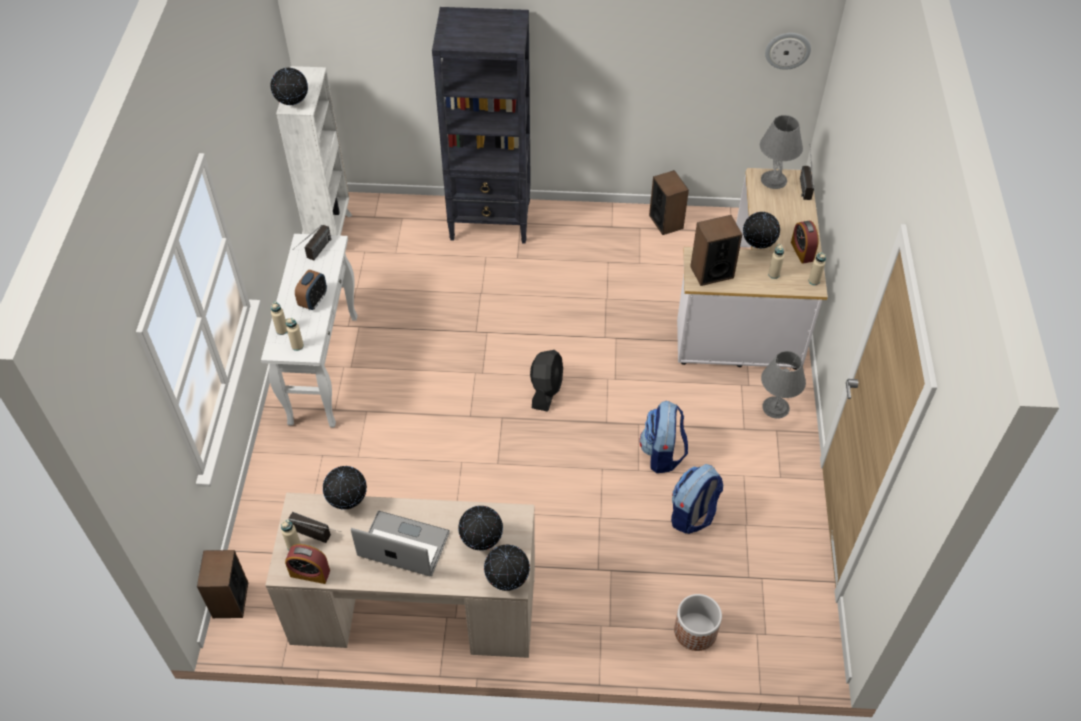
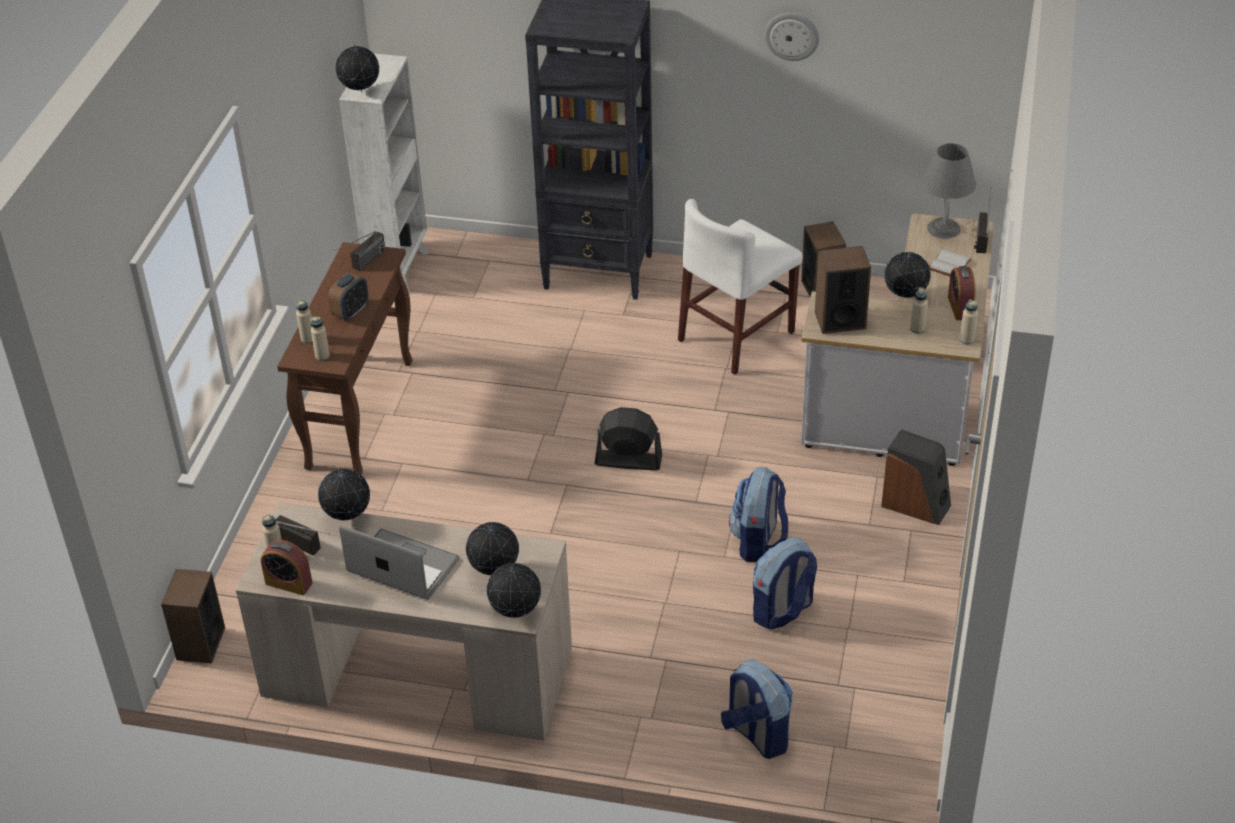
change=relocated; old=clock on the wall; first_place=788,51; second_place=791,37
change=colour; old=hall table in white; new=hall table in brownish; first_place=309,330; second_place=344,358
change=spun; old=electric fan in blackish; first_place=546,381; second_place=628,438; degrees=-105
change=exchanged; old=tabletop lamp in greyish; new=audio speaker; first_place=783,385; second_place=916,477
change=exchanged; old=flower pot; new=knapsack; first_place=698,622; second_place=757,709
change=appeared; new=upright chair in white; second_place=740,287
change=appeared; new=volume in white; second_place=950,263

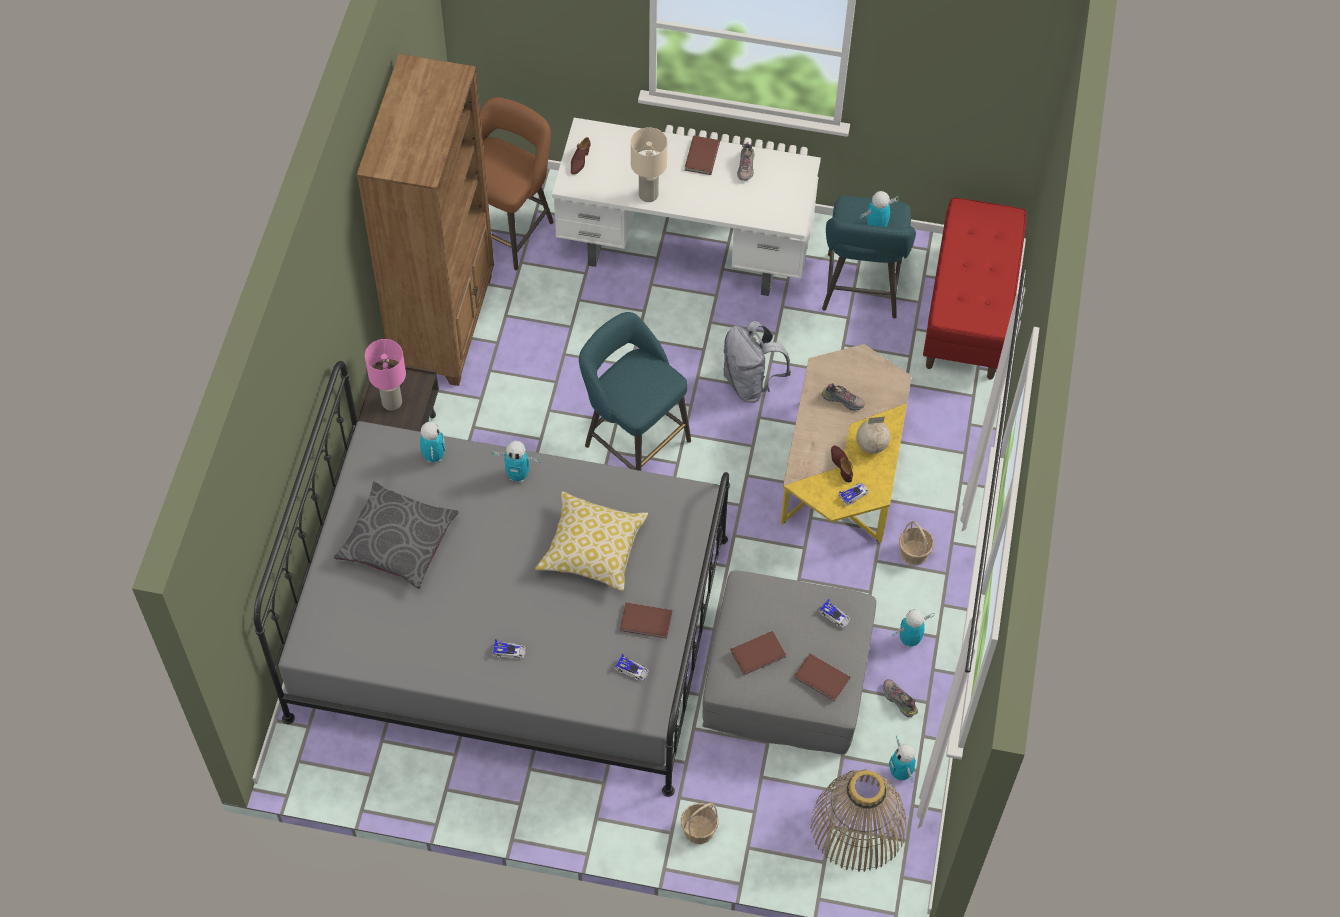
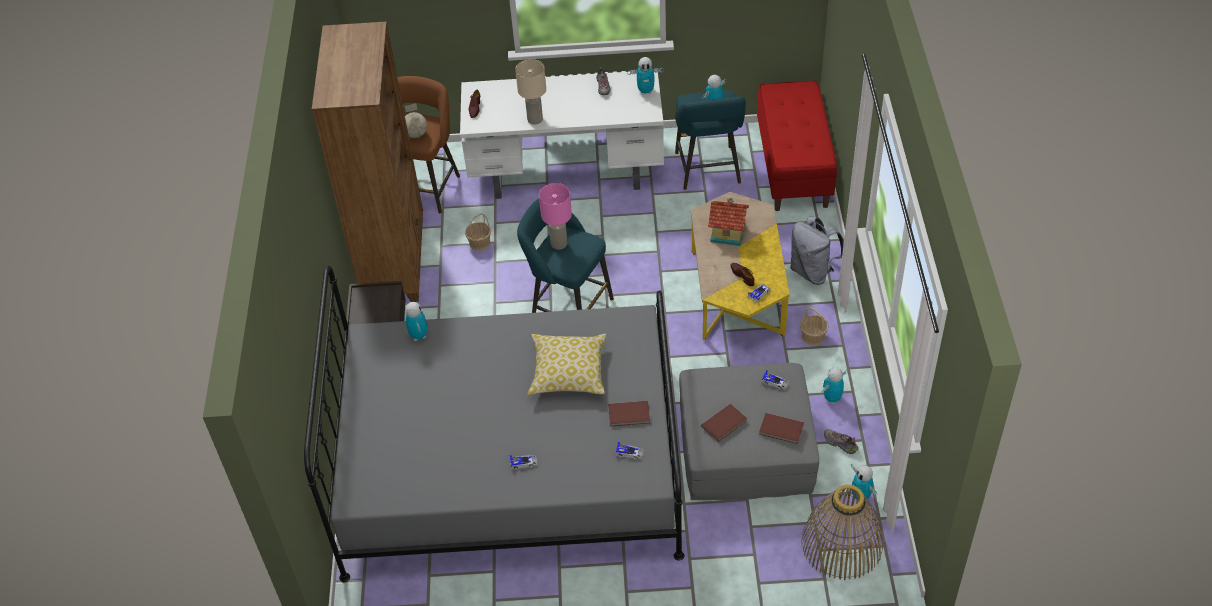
change=missing; old=volume in brownish; first_place=702,155
change=relocated; old=knapsack in greyish; first_place=757,362; second_place=817,250
change=relocated; old=tabletop lamp in pinkish; first_place=385,375; second_place=555,216
change=exchanged; old=low shoe; new=toy house; first_place=843,397; second_place=728,221
change=relocated; old=desk globe; first_place=873,435; second_place=416,120
change=relocated; old=model robot; first_place=516,461; second_place=645,76
change=missing; old=throw pillow in greyish; first_place=396,535
change=relocated; old=storage basket; first_place=700,823; second_place=478,232

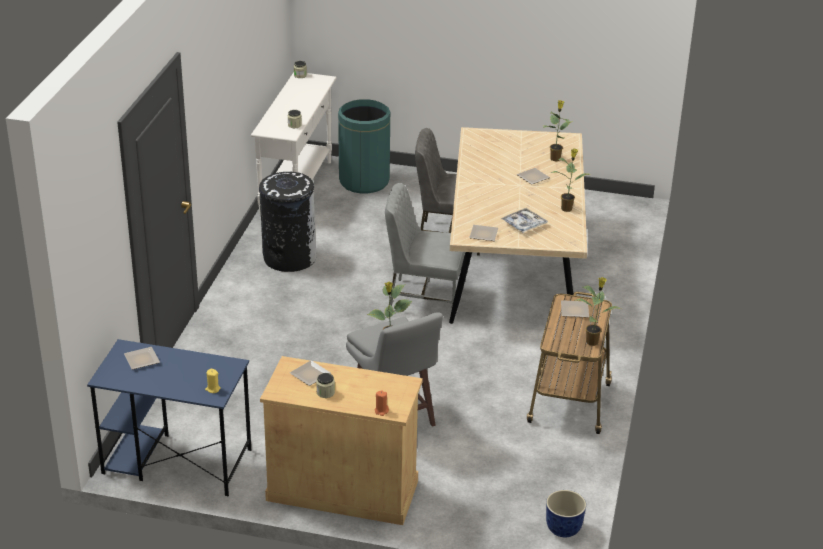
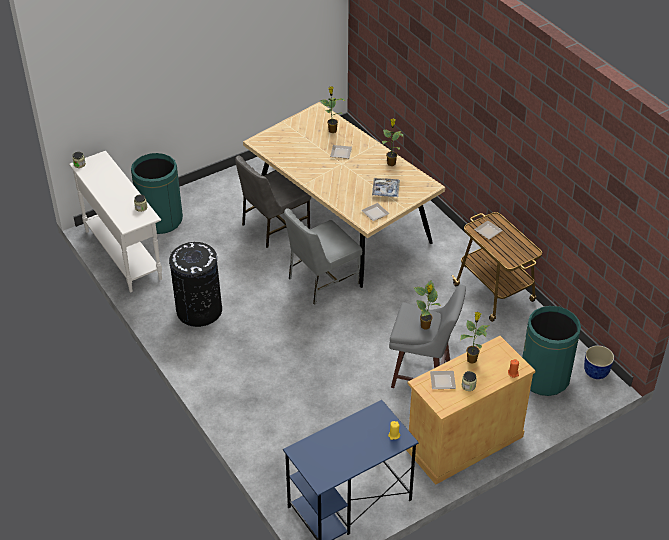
change=relocated; old=houseplant; first_place=598,311; second_place=474,337
change=missing; old=dinner plate; first_place=142,358
change=appeared; new=waste bin in greenish; second_place=551,351

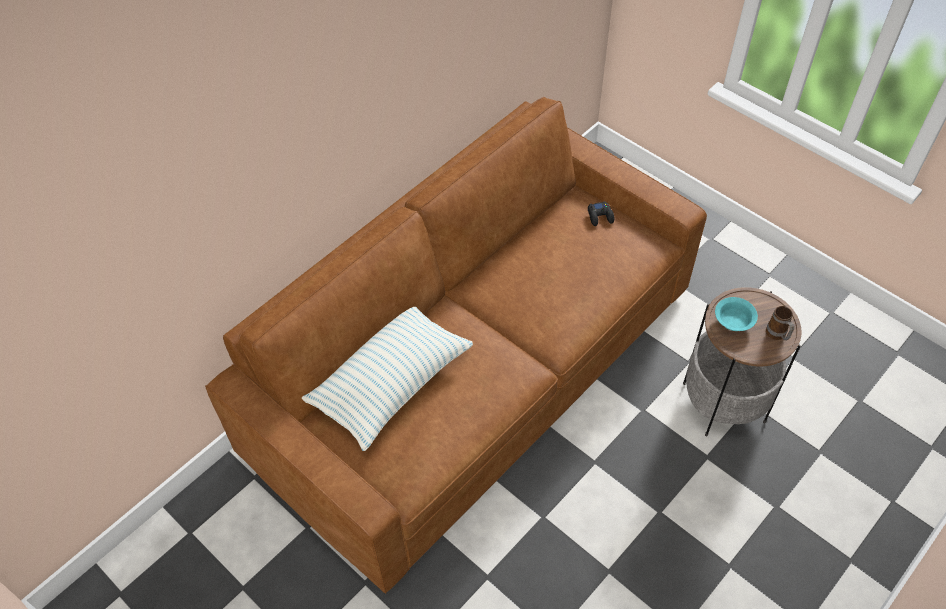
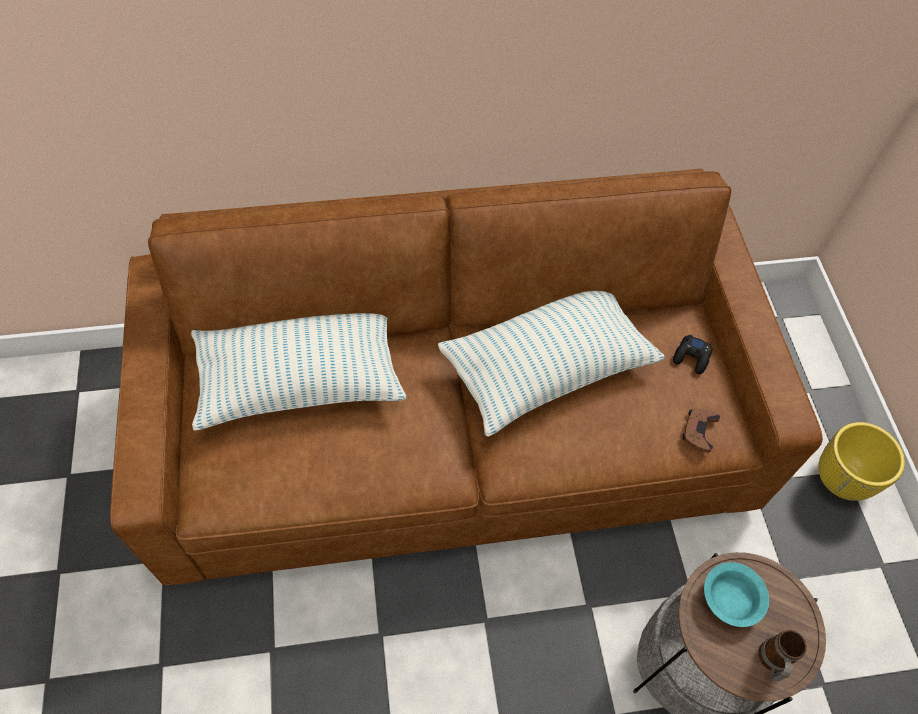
change=appeared; new=throw pillow; second_place=551,364
change=appeared; new=gamepad in brownish; second_place=701,430
change=appeared; new=flower pot in yellow-coloured; second_place=861,461

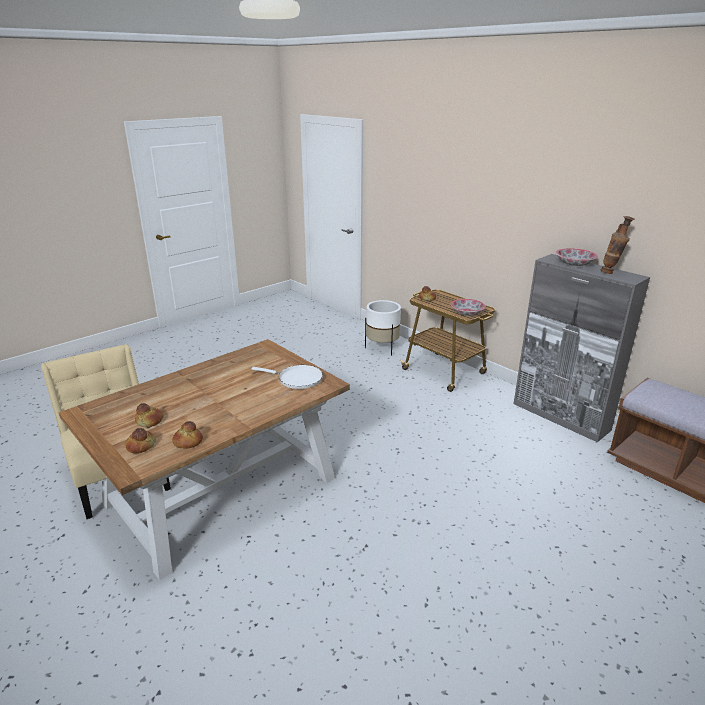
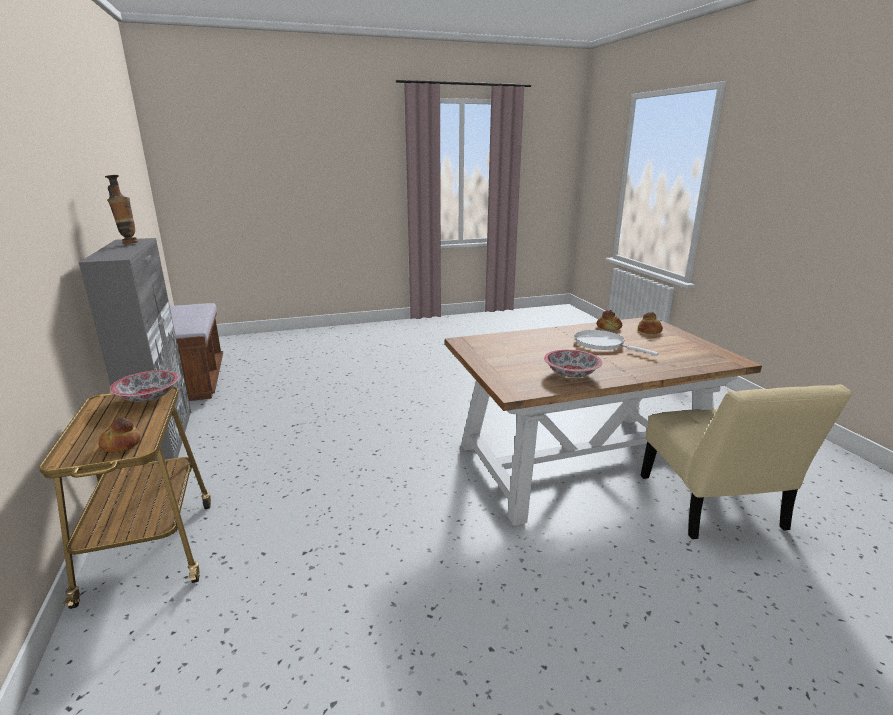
change=relocated; old=bowl; first_place=576,257; second_place=573,363
change=missing; old=flower pot in white; first_place=383,327
change=relocated; old=frying pan in white; first_place=287,377; second_place=617,343
change=missing; old=bread; first_place=149,415

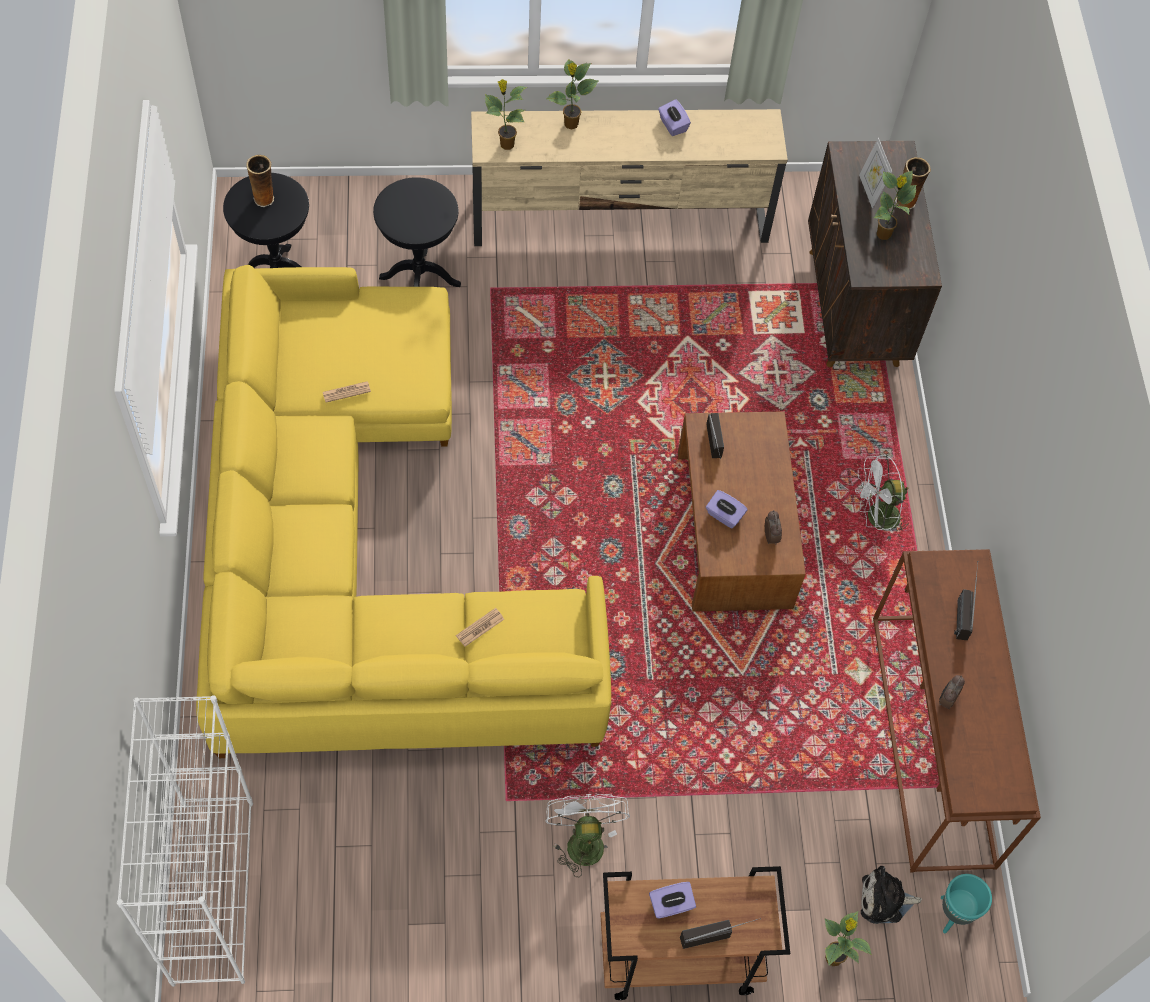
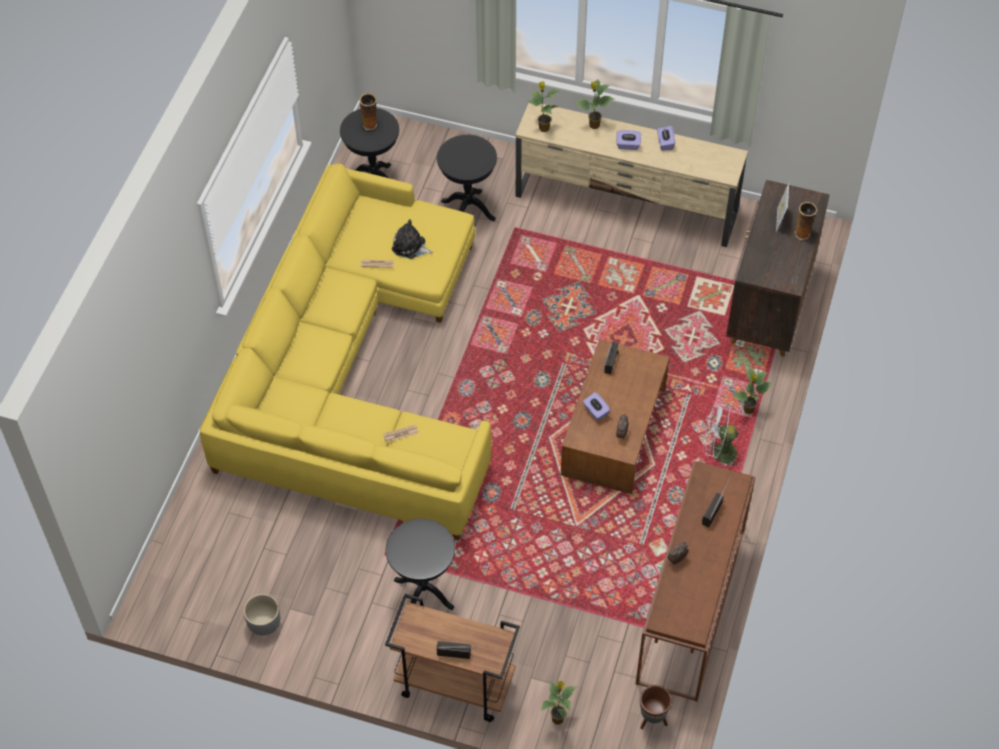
change=relocated; old=houseplant; first_place=895,205; second_place=752,390
change=missing; old=bookshelf in white; first_place=185,841
change=exchanged; old=electric fan in white; new=end table in blackish; first_place=588,835; second_place=420,564
change=relocated; old=soft toy; first_place=891,895; second_place=412,239
change=colour; old=flower pot in turquoise-coloured; new=flower pot in brownish; first_place=966,903; second_place=656,707
change=relocated; old=tissue holder in purple-coloured; first_place=672,900; second_place=628,140
change=appeared; new=flower pot in greyish; second_place=261,615

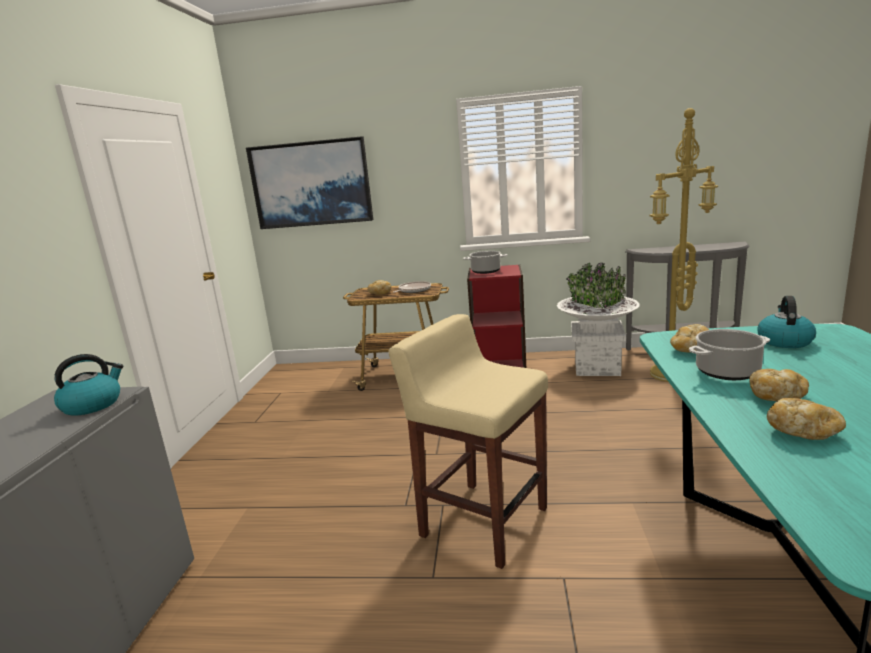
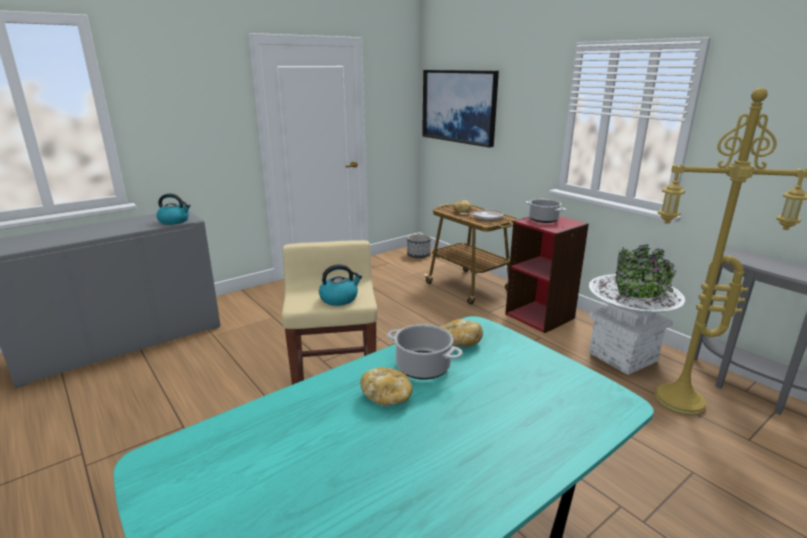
change=relocated; old=water kettle; first_place=787,322; second_place=340,285
change=missing; old=bread; first_place=806,419
change=appeared; new=flower pot; second_place=419,246

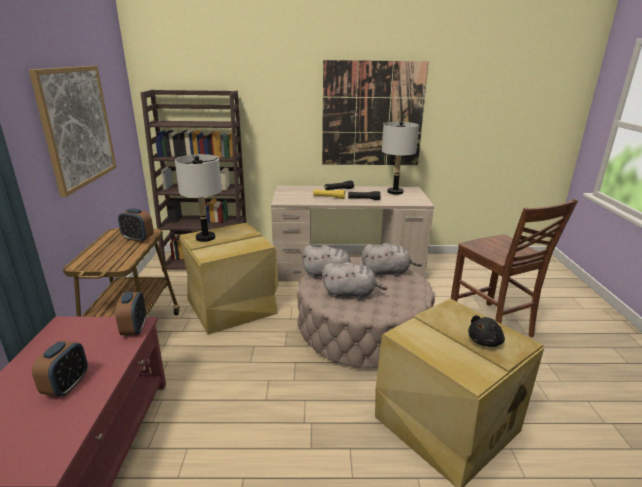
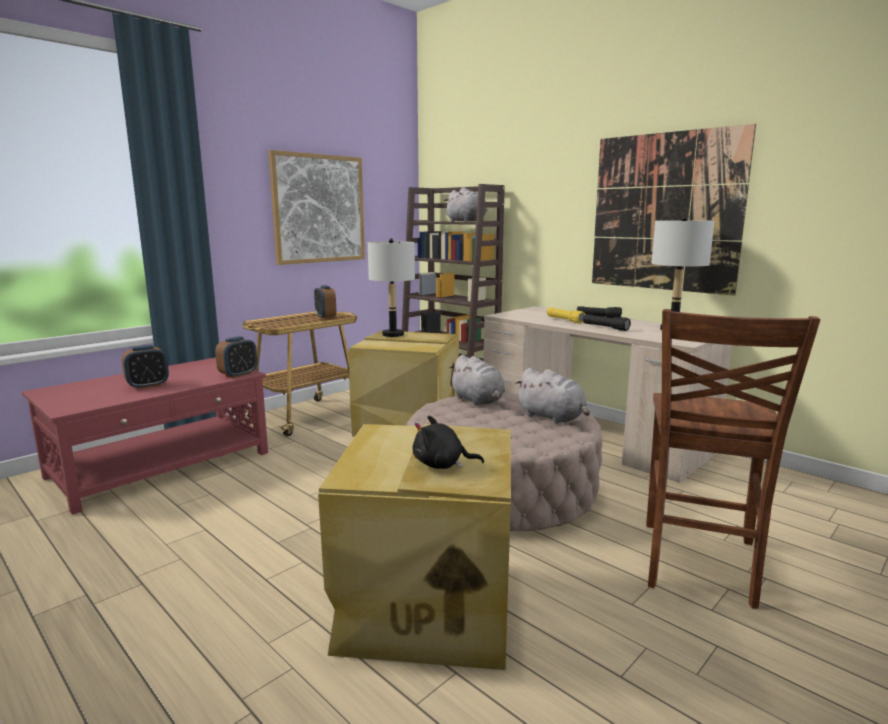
change=relocated; old=soft toy in greyish; first_place=354,280; second_place=465,204

